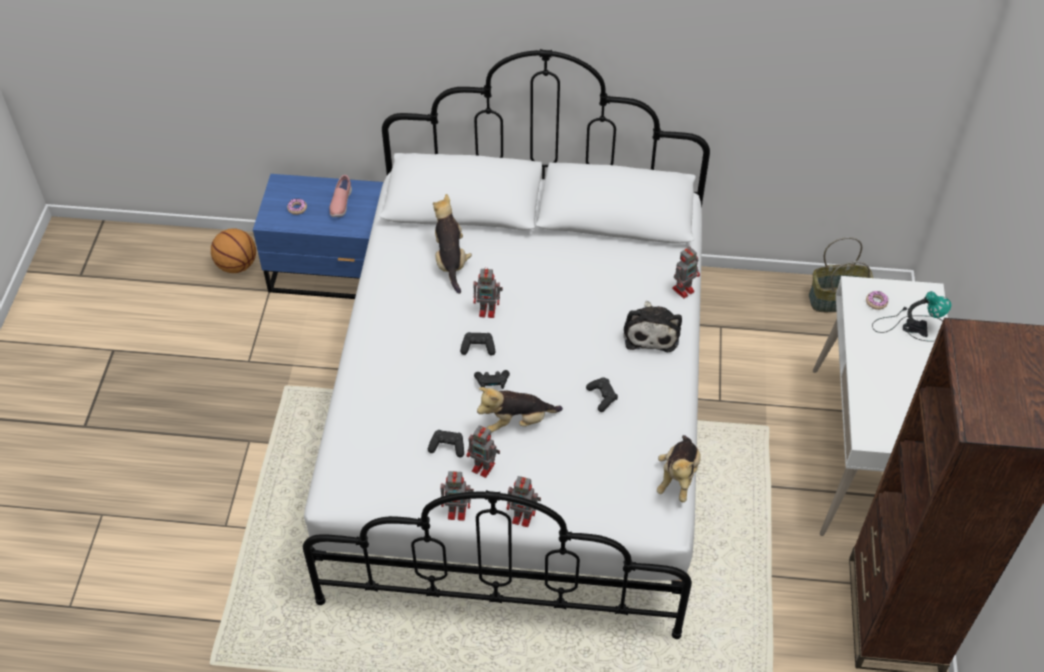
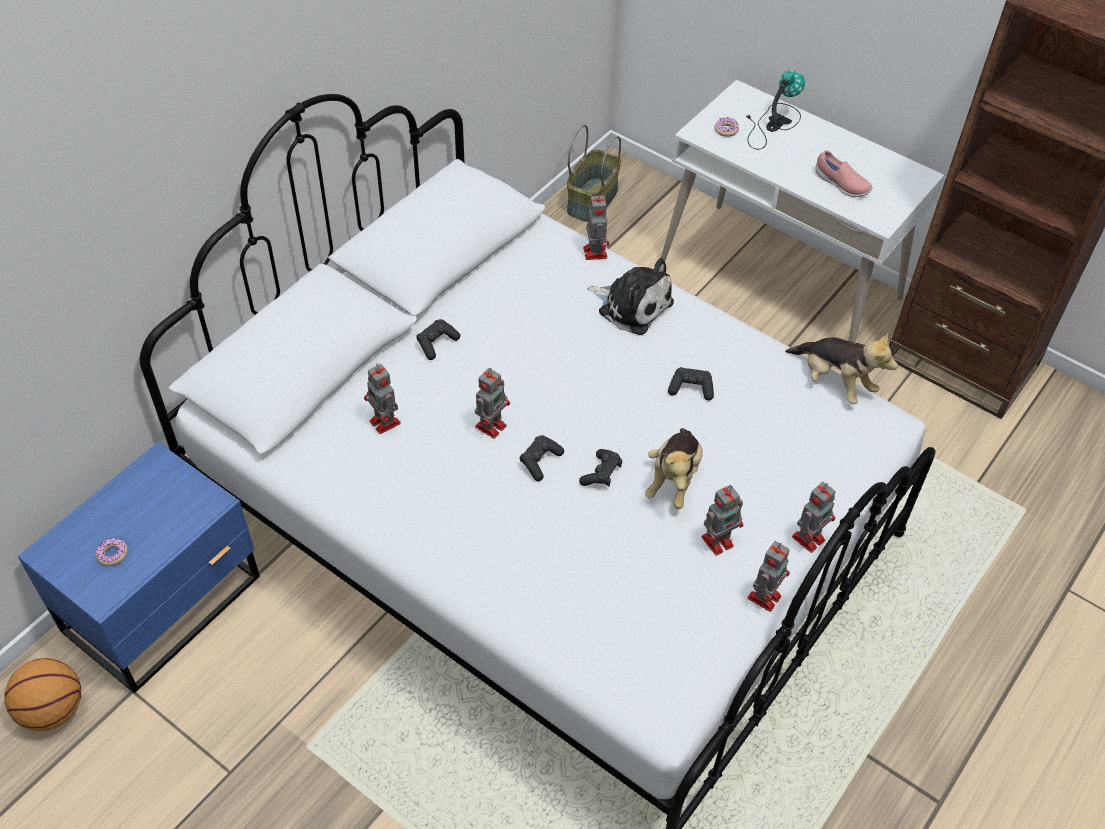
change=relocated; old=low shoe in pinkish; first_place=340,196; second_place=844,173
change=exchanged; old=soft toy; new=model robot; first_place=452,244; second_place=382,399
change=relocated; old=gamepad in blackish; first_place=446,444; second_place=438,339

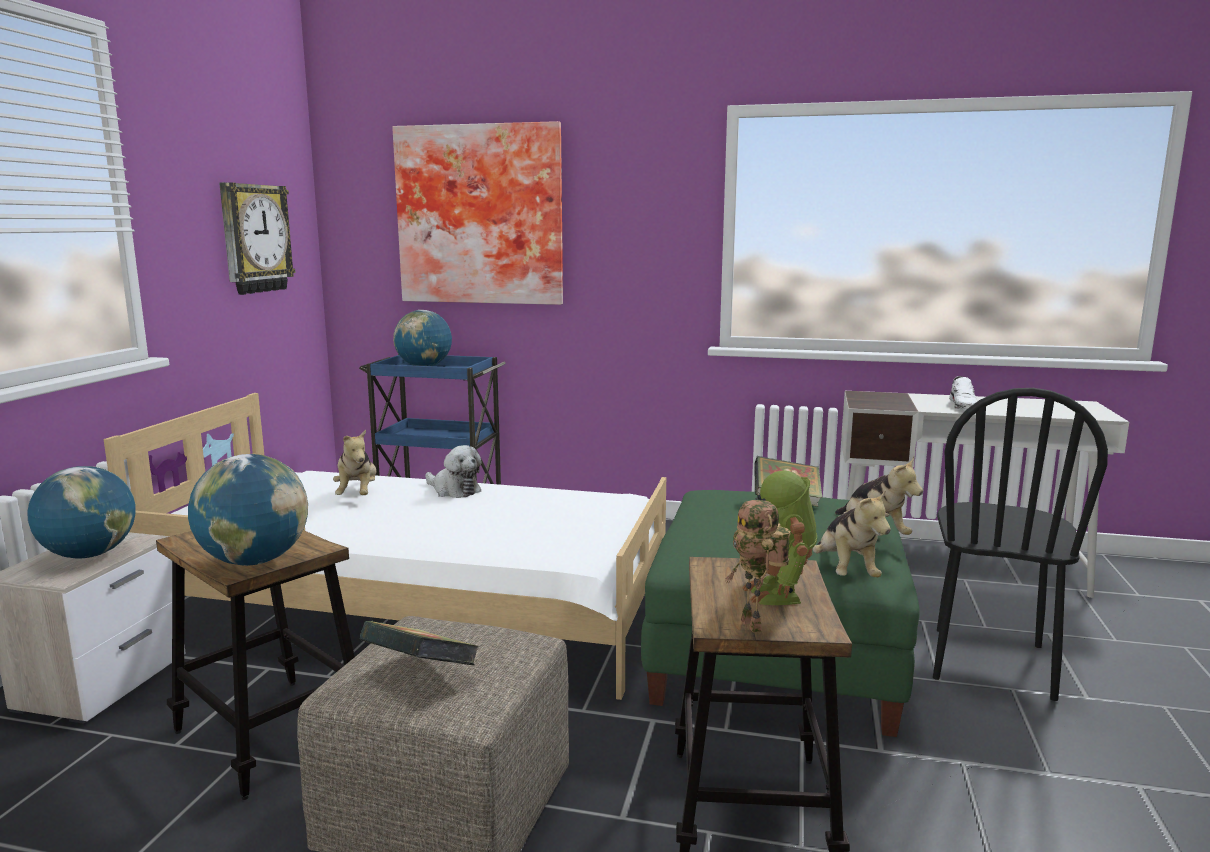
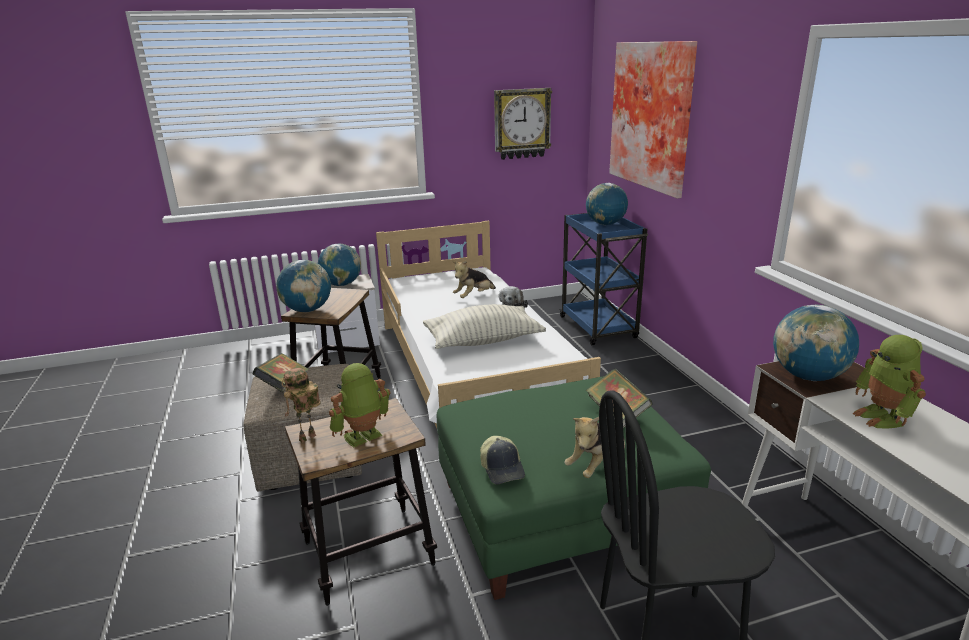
change=exchanged; old=low shoe in white; new=model robot; first_place=963,392; second_place=889,382
change=exchanged; old=soft toy; new=baseball cap; first_place=851,533; second_place=502,460
change=appeared; new=throw pillow; second_place=484,326
change=appeared; new=desk globe; second_place=816,343

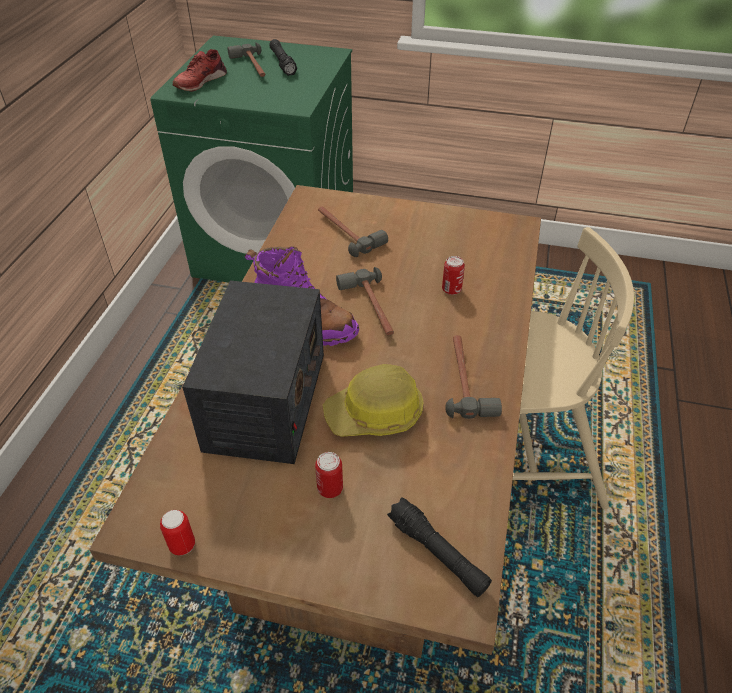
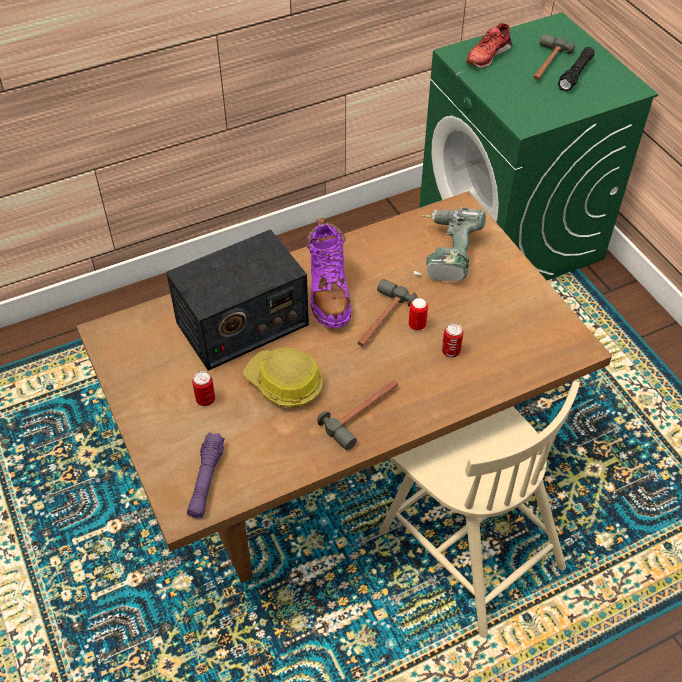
change=spun; old=low shoe in red; first_place=200,70; second_place=489,45; degrees=-45
change=exchanged; old=hammer; new=power drill; first_place=353,232; second_place=449,244
change=colour; old=torch in blackish; new=torch in purple-coloured; first_place=439,547; second_place=206,475
change=relocated; old=can; first_place=177,533; second_place=418,314

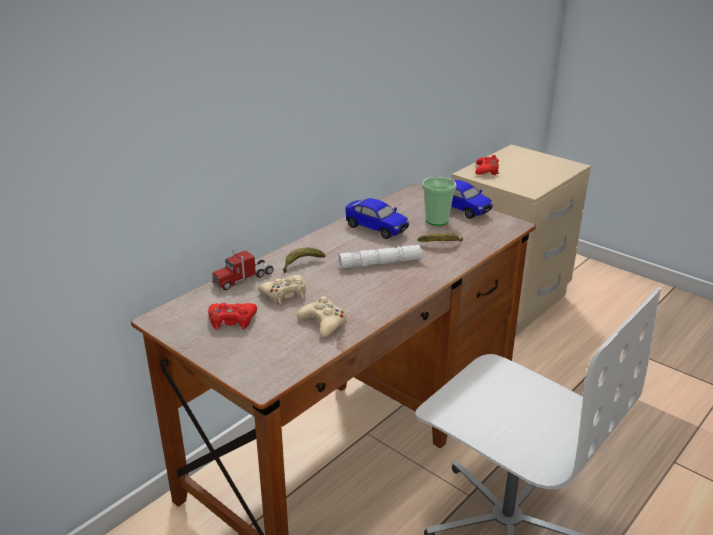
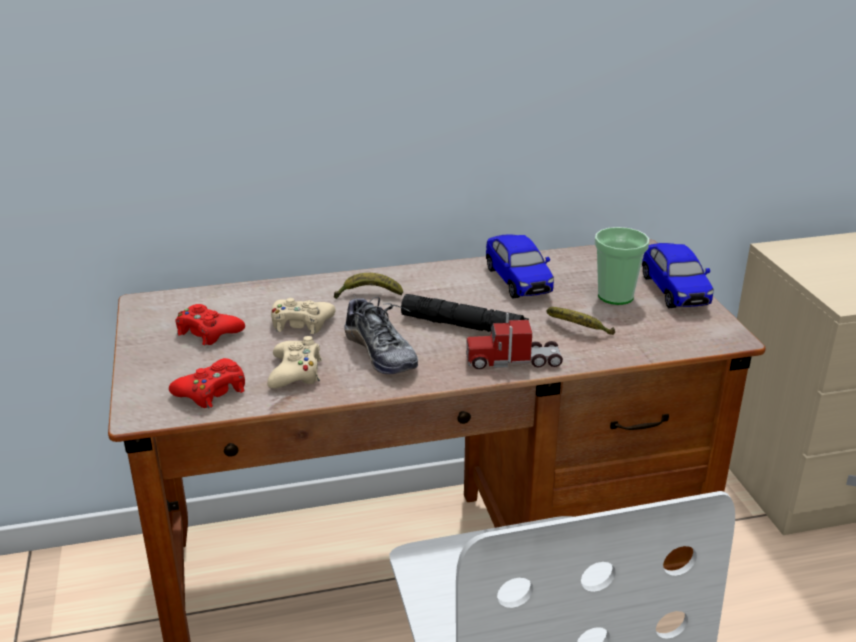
change=relocated; old=gamepad in red; first_place=487,165; second_place=207,383
change=colour; old=torch in white; new=torch in blackish; first_place=381,257; second_place=465,313
change=relocated; old=toy truck; first_place=243,269; second_place=514,341
change=appeared; new=low shoe; second_place=381,333

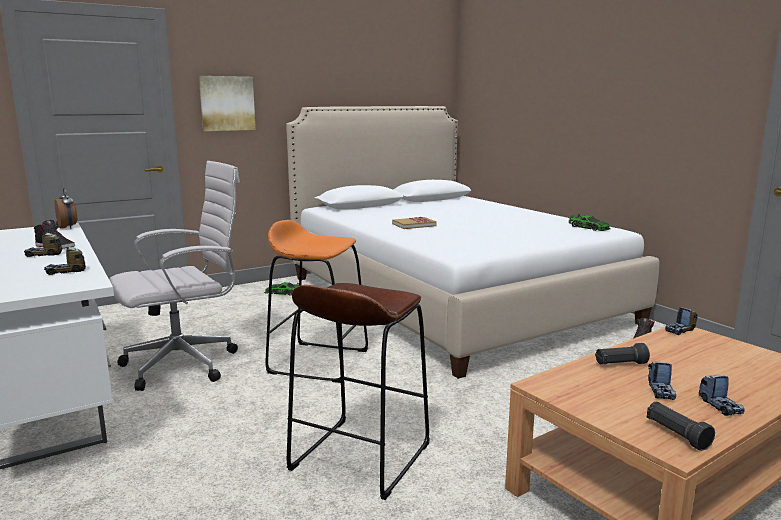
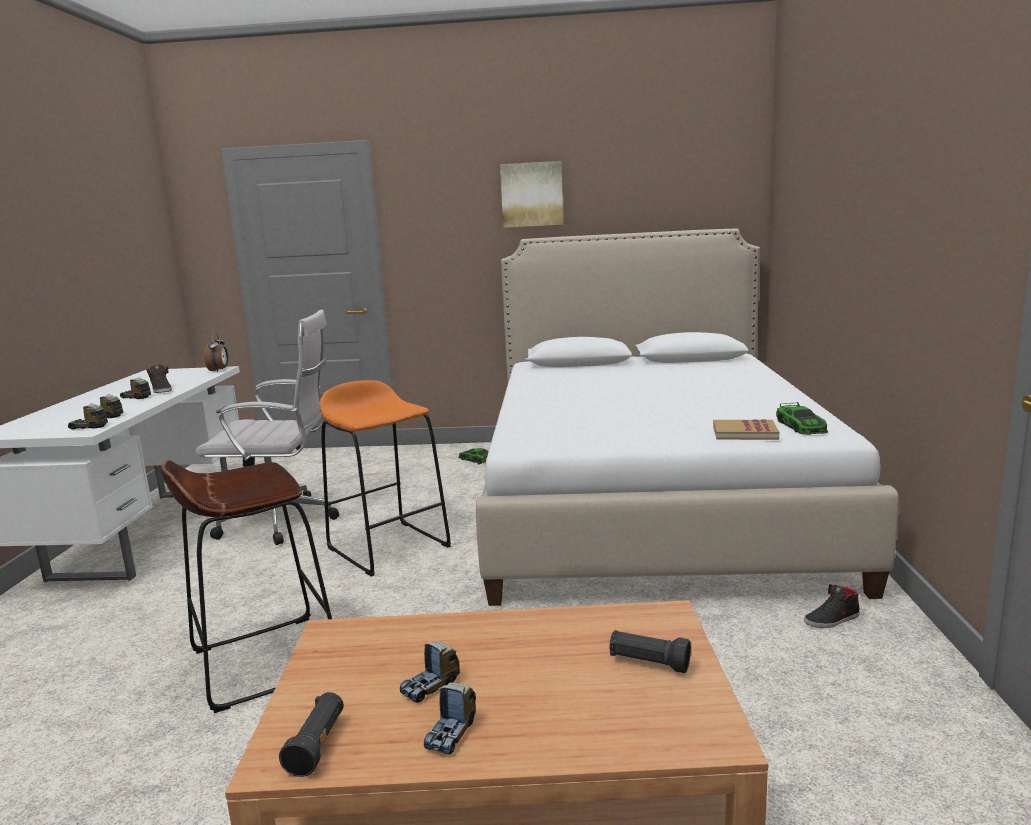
change=relocated; old=picture; first_place=227,103; second_place=531,194
change=relocated; old=volume; first_place=414,223; second_place=746,429
change=relocated; old=toy truck; first_place=681,321; second_place=88,416
change=relocated; old=torch in blackish; first_place=622,353; second_place=650,651

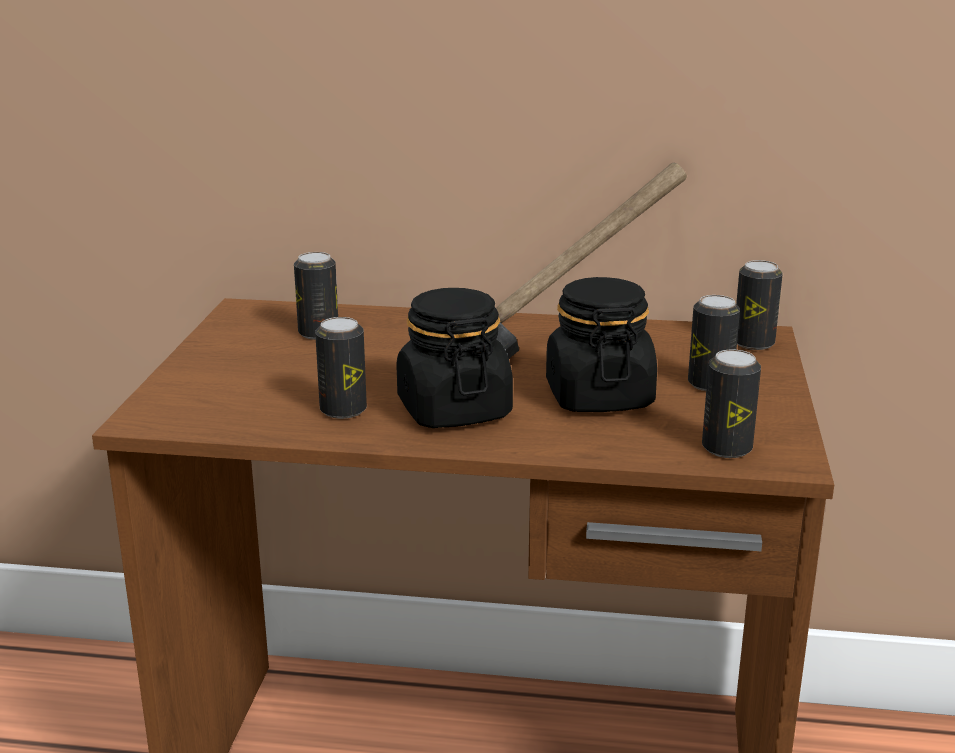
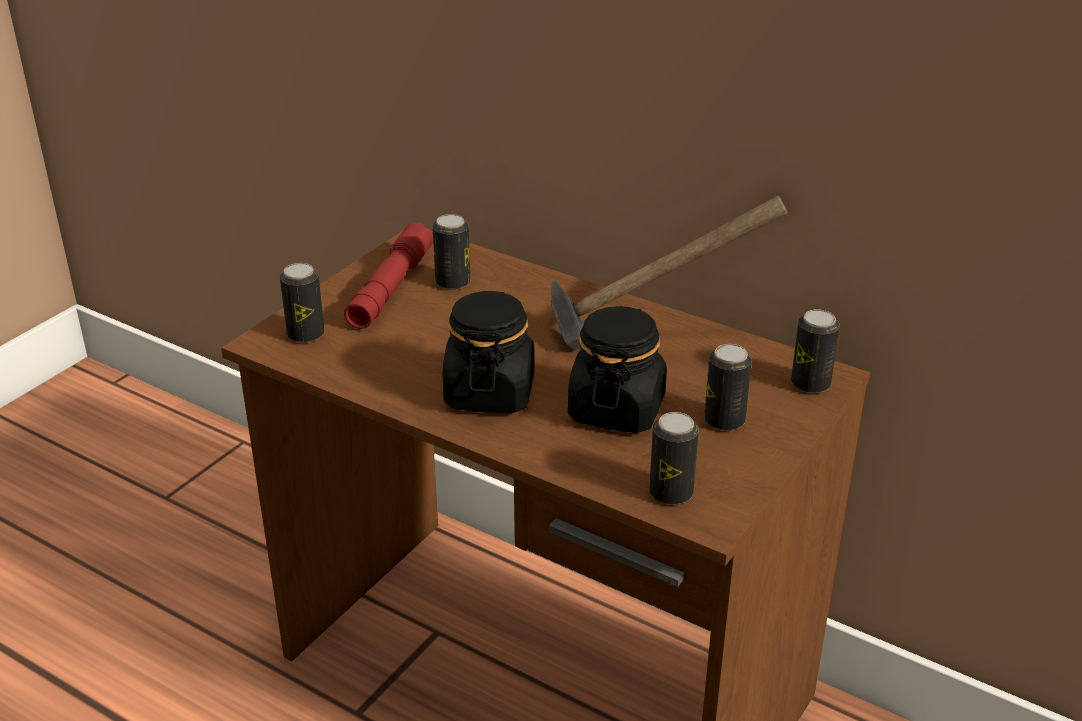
change=relocated; old=can; first_place=341,368; second_place=302,303
change=appeared; new=torch in red; second_place=388,276

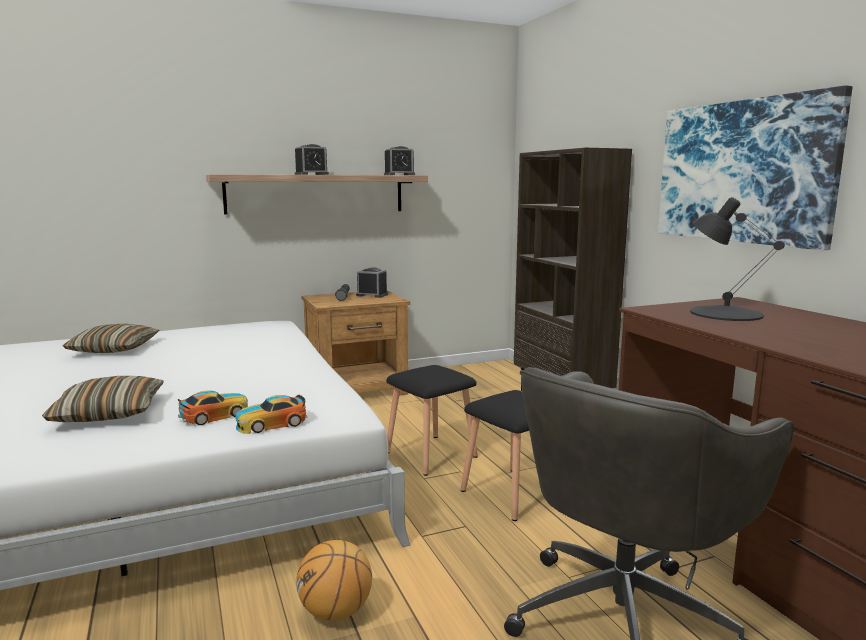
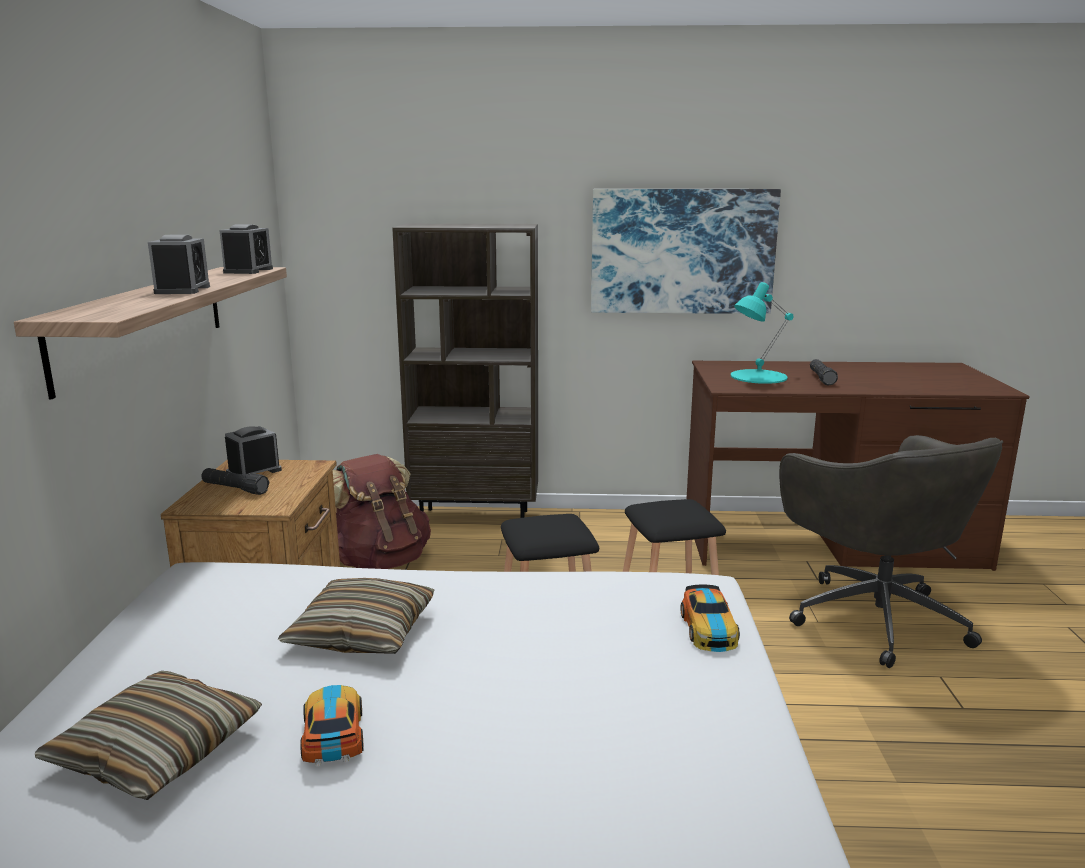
change=colour; old=tabletop lamp in blackish; new=tabletop lamp in turquoise-coloured; first_place=737,259; second_place=762,333
change=relocated; old=throw pillow; first_place=103,399; second_place=356,616
change=relocated; old=model car; first_place=213,408; second_place=332,725
change=missing; old=ball for basketball; first_place=334,580
change=appeared; new=torch in blackish; second_place=824,372
change=appeared; new=knapsack in brownish; second_place=382,511

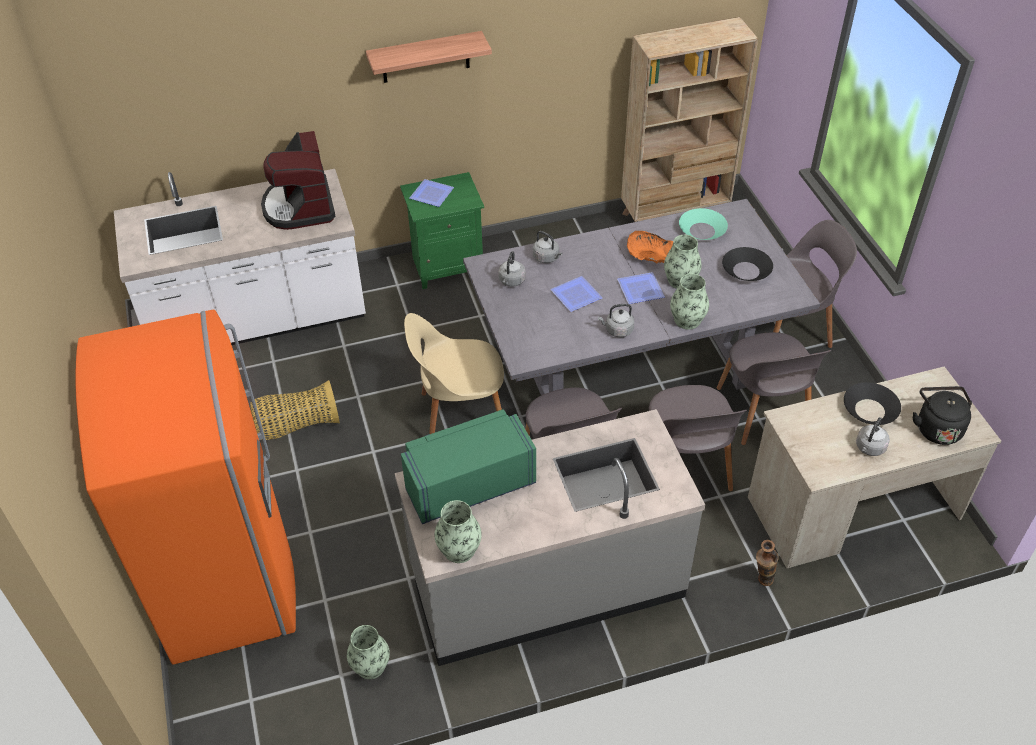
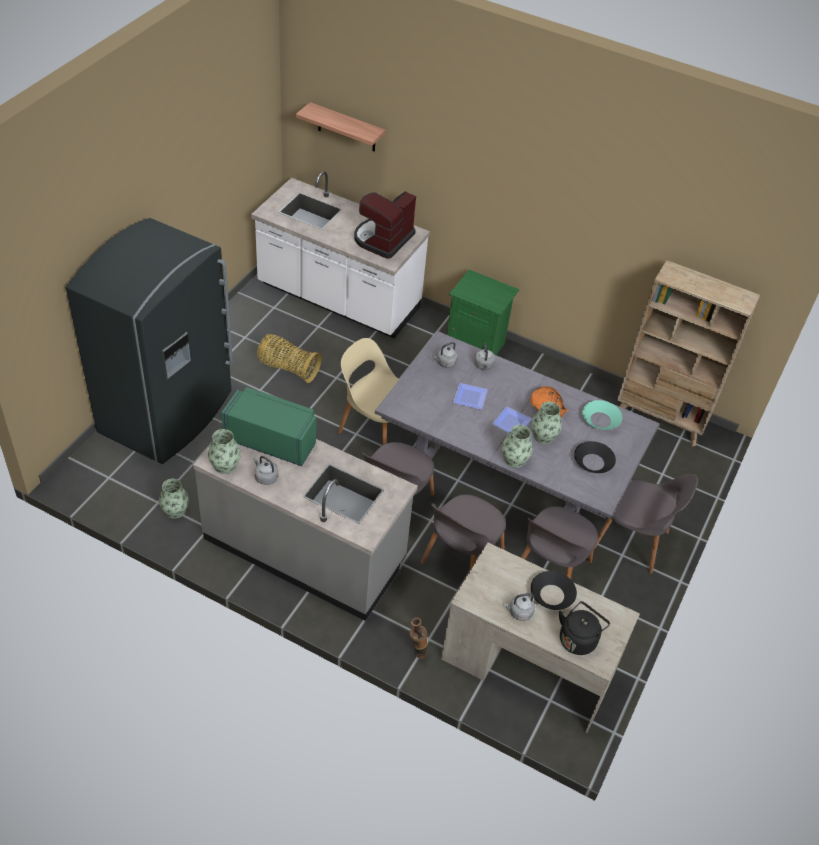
change=relocated; old=bracket shelf; first_place=429,57; second_place=341,126
change=missing; old=dinner plate; first_place=431,193
change=relocated; old=water kettle in greyish; first_place=616,320; second_place=265,470
change=colour; old=fridge in orange-coloured; new=fridge in greyish; first_place=185,487; second_place=149,341

